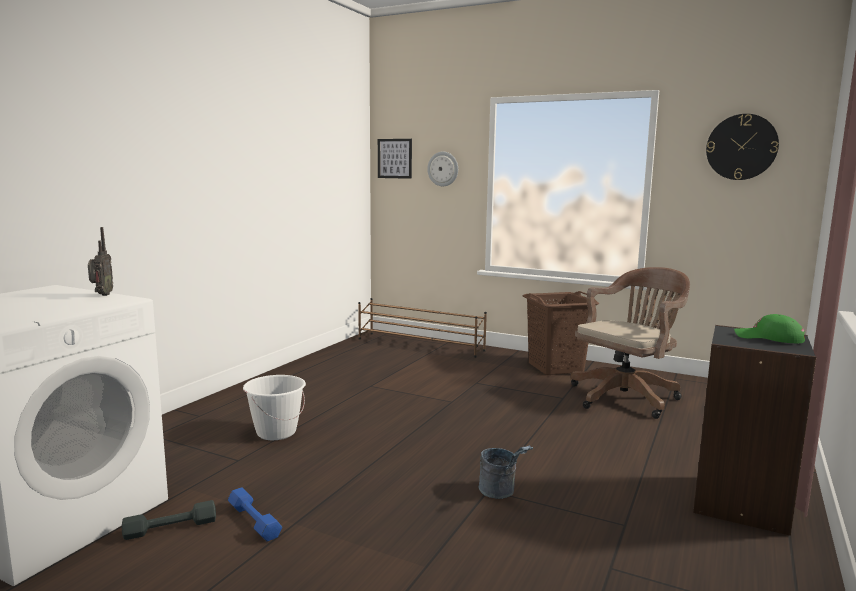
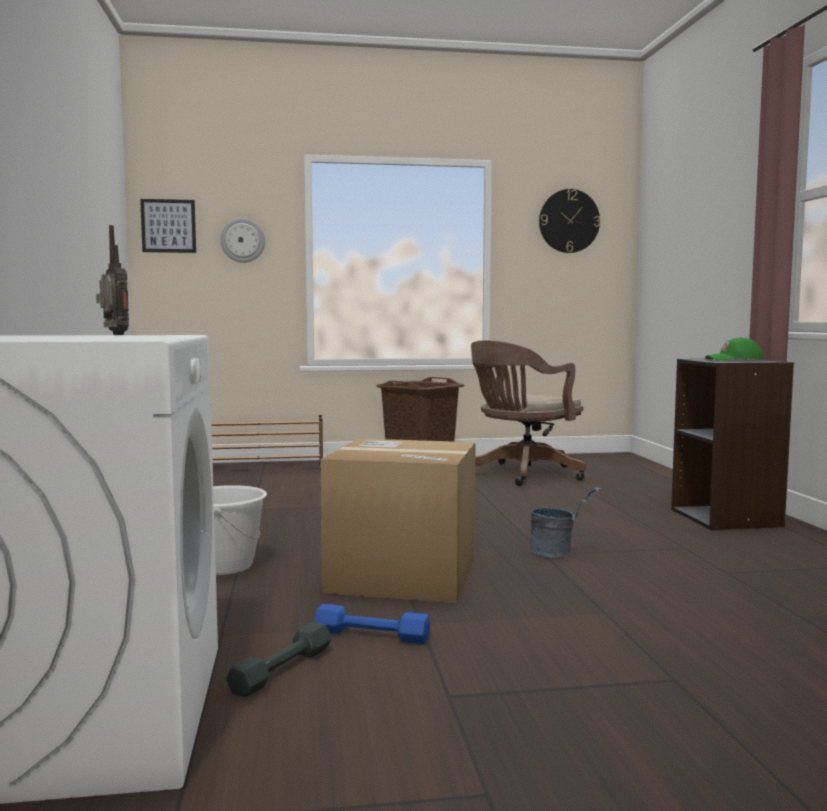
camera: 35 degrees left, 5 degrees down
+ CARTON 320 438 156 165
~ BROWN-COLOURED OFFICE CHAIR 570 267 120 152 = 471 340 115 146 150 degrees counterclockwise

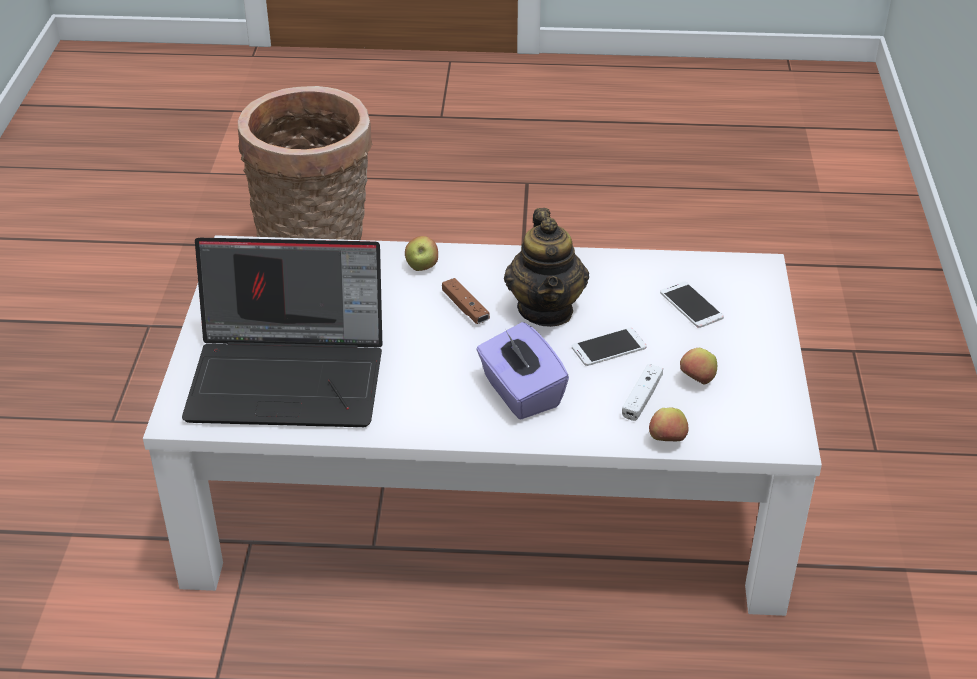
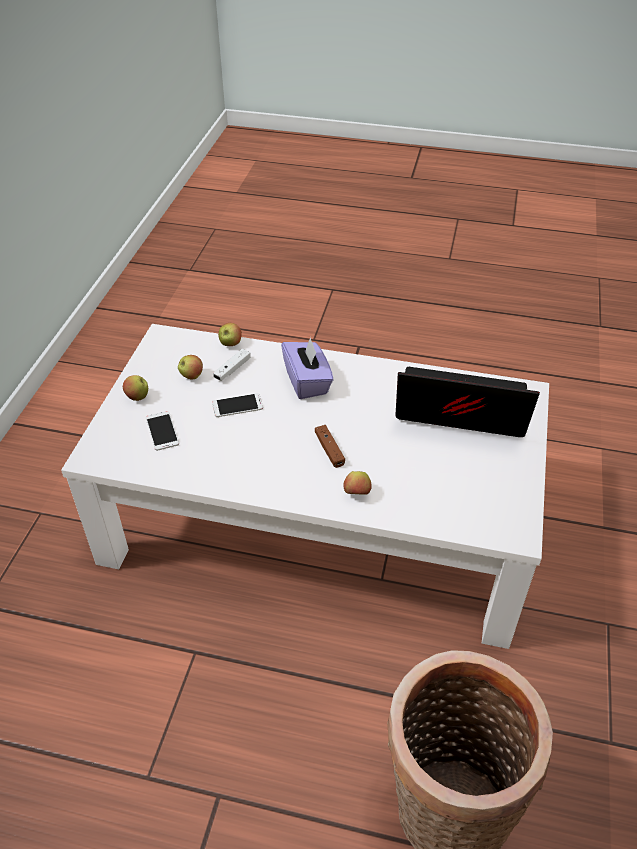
camera: 170 degrees left, 5 degrees up
+ APPLE FRUIT 123 375 25 26
- POT FOR TEA 504 208 85 119

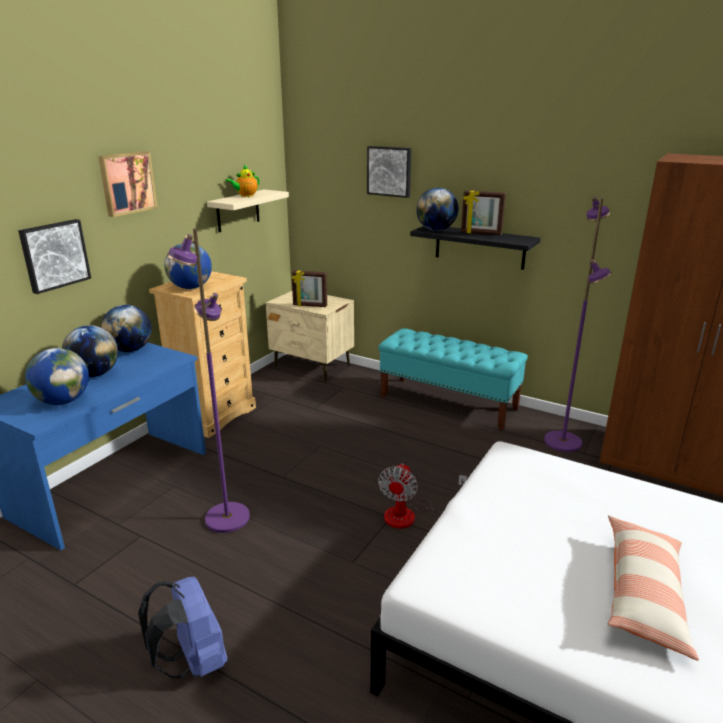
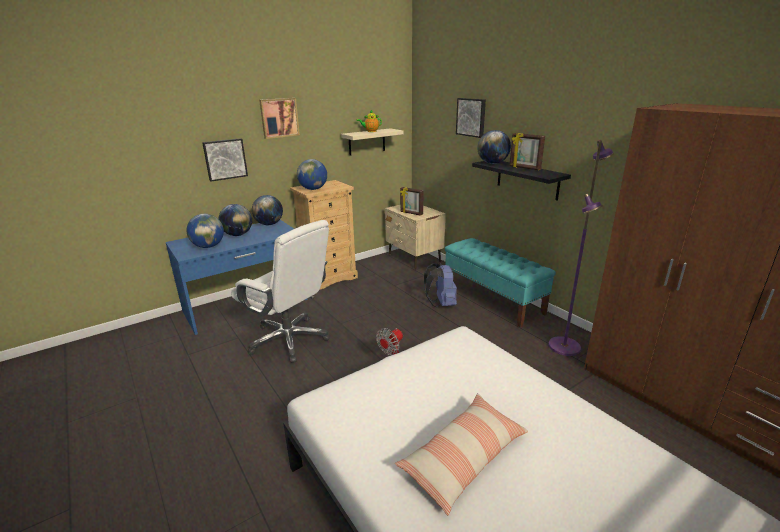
camera: 25 degrees right, 0 degrees up
~ PURPLISH STANDARD LAMP 167 228 83 305 to WHITISH OFFICE CHAIR 231 220 99 143
~ BLUE RUCKSACK 138 576 90 102 to 424 263 33 44

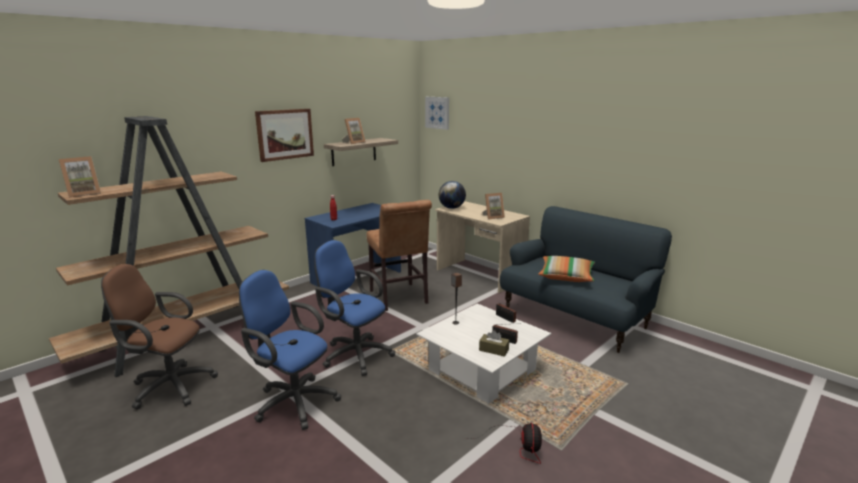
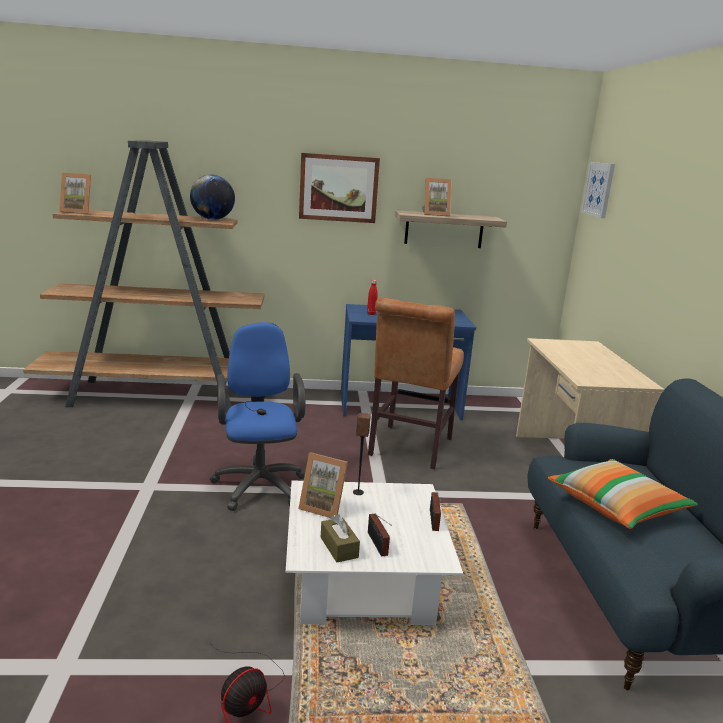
camera: 40 degrees right, 0 degrees up
~ GLOBE 438 181 28 28 to 190 174 45 46
~ STANDING FRAME 482 193 23 27 to 298 452 50 66
- BROWN-COLOURED OFFICE CHAIR 101 264 117 146
- BLUE OFFICE CHAIR 239 270 102 160

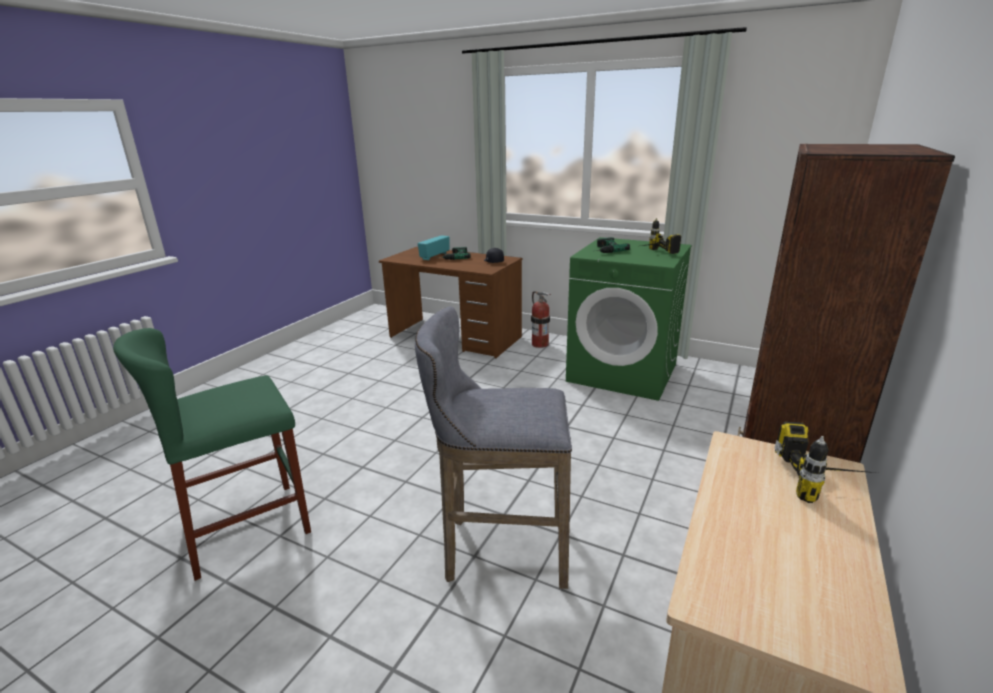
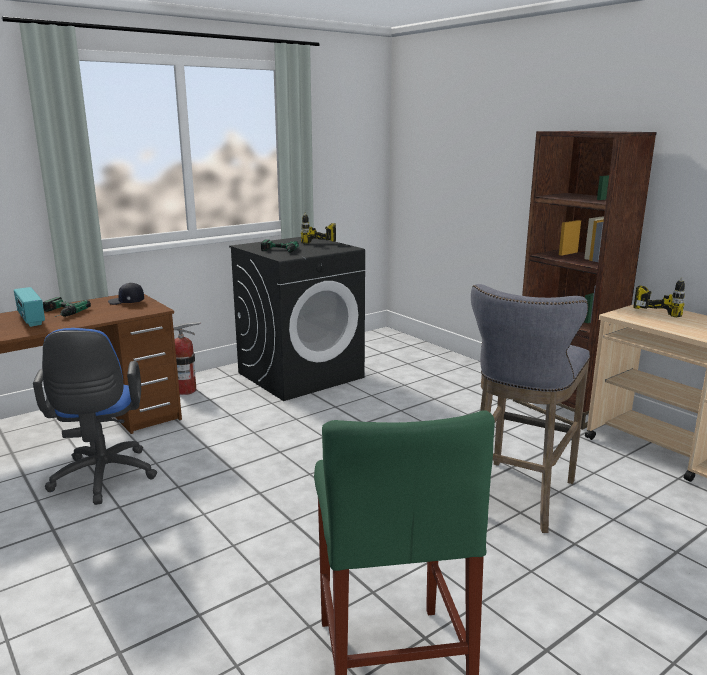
camera: 65 degrees left, 5 degrees down
+ BLUE OFFICE CHAIR 33 328 124 177
~ GREEN-COLOURED LAUNDRY MACHINE 566 237 125 164 to BLACK-COLOURED LAUNDRY MACHINE 229 237 136 164

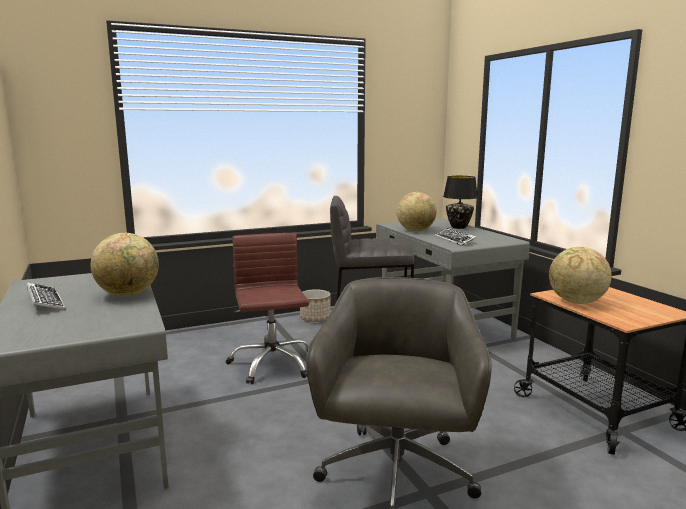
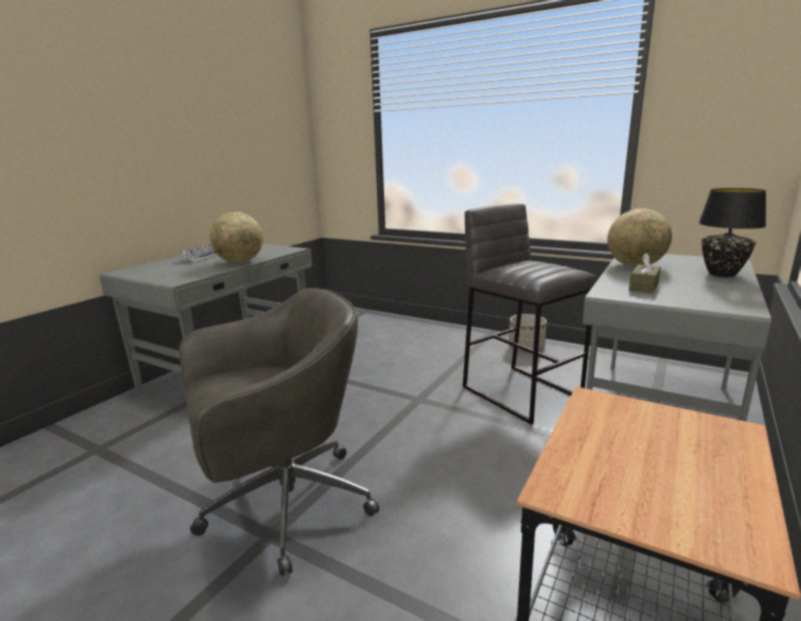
camera: 55 degrees right, 5 degrees up
~ COMPUTER KEYBOARD 435 227 42 19 to BROWN-COLOURED BOX OF TISSUES 629 253 32 40
- BROWN-COLOURED OFFICE CHAIR 225 233 84 151
- GLOBE 549 247 63 57

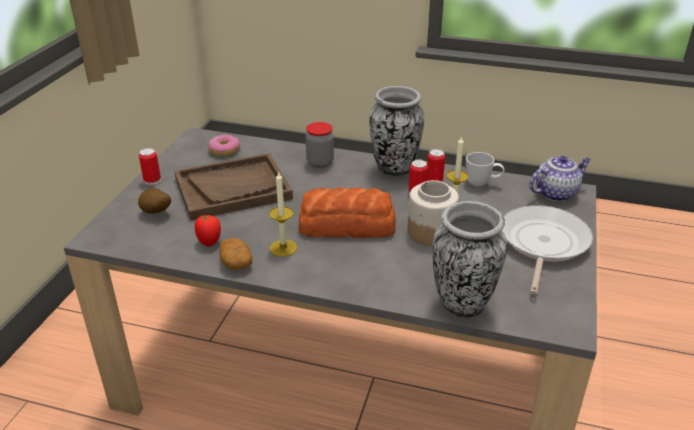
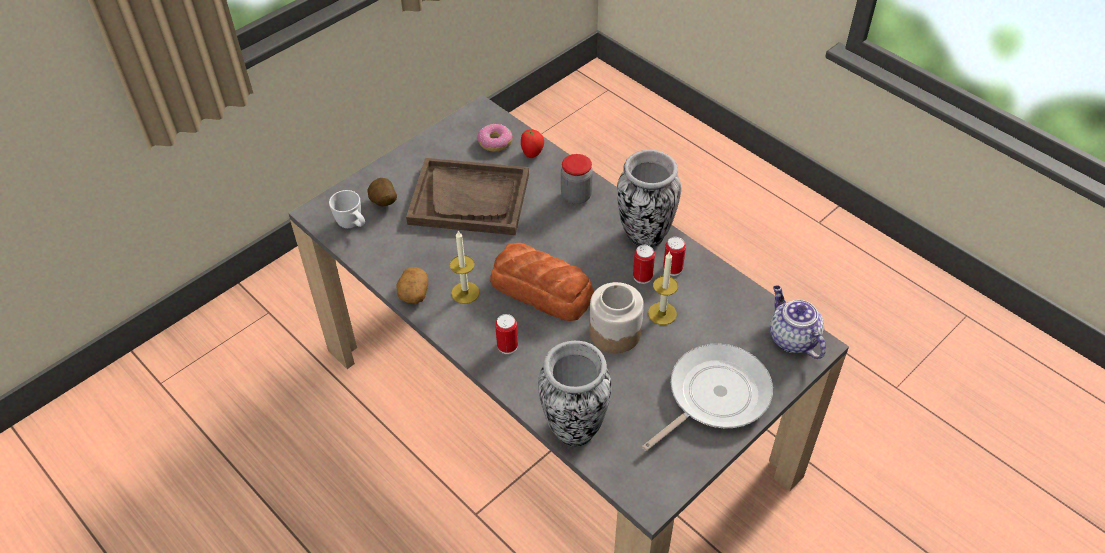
camera: 30 degrees right, 15 degrees up
~ WHITISH TEA MUG 466 152 38 34 to 329 190 36 38
~ METAL CAN 139 148 22 37 to 495 314 23 40
~ WHOLE TOMATO 195 215 26 31 to 521 129 23 29
~ POT FOR TEA 529 156 62 46 = 770 285 56 74 120 degrees counterclockwise

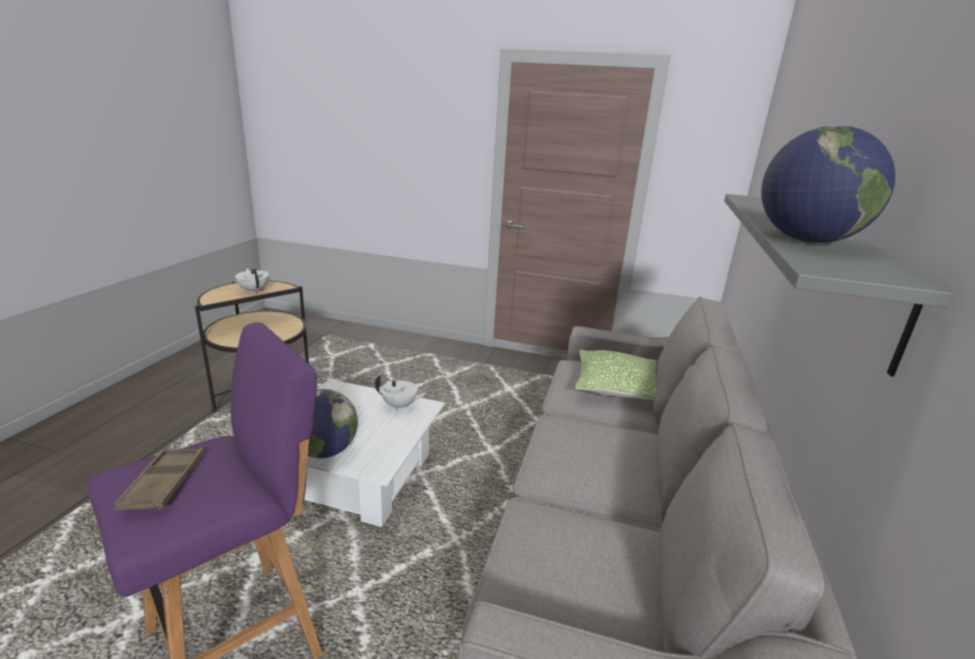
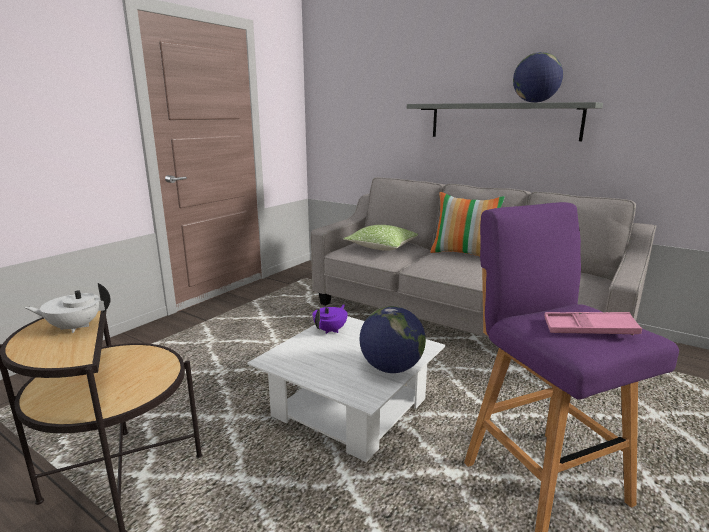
camera: 70 degrees left, 5 degrees down
~ WHITISH POT FOR TEA 375 375 52 36 to PURPLISH POT FOR TEA 312 305 36 29
+ CUSHION 430 192 75 64
~ BROWN-COLOURED CARRYING TRAY 114 448 91 63 to PINKISH CARRYING TRAY 544 312 98 23

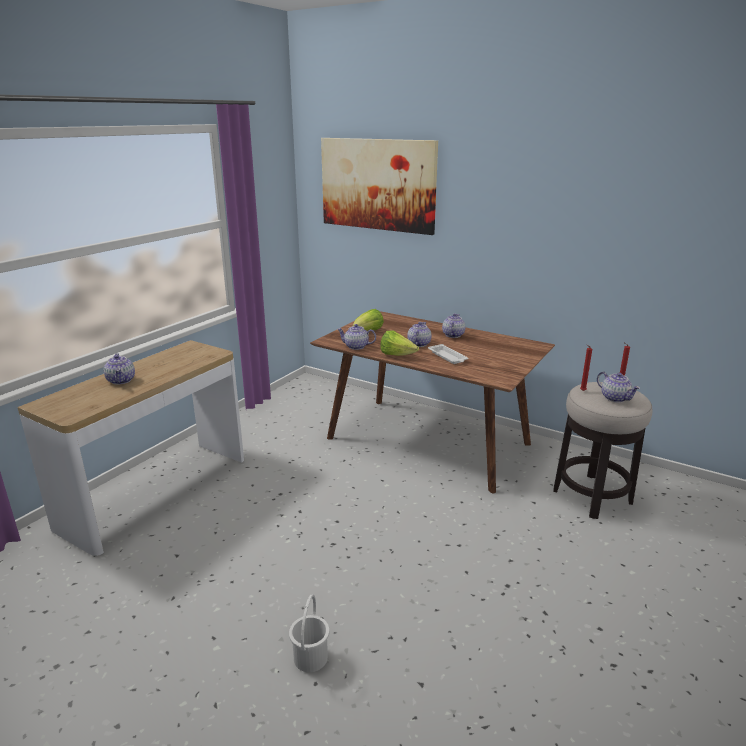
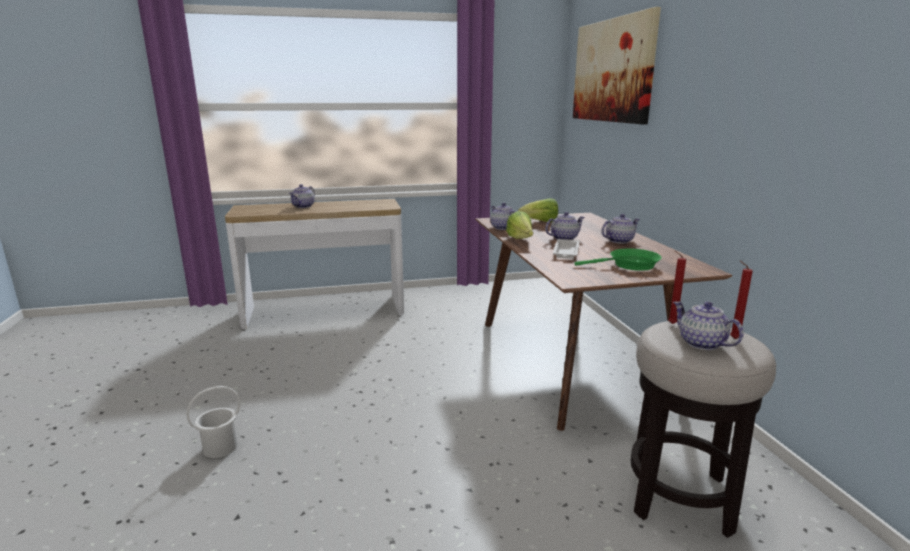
camera: 45 degrees right, 5 degrees down
+ GREEN-COLOURED SKILLET 574 248 88 23
~ POT FOR TEA 597 371 43 31 = 673 301 71 49 135 degrees clockwise

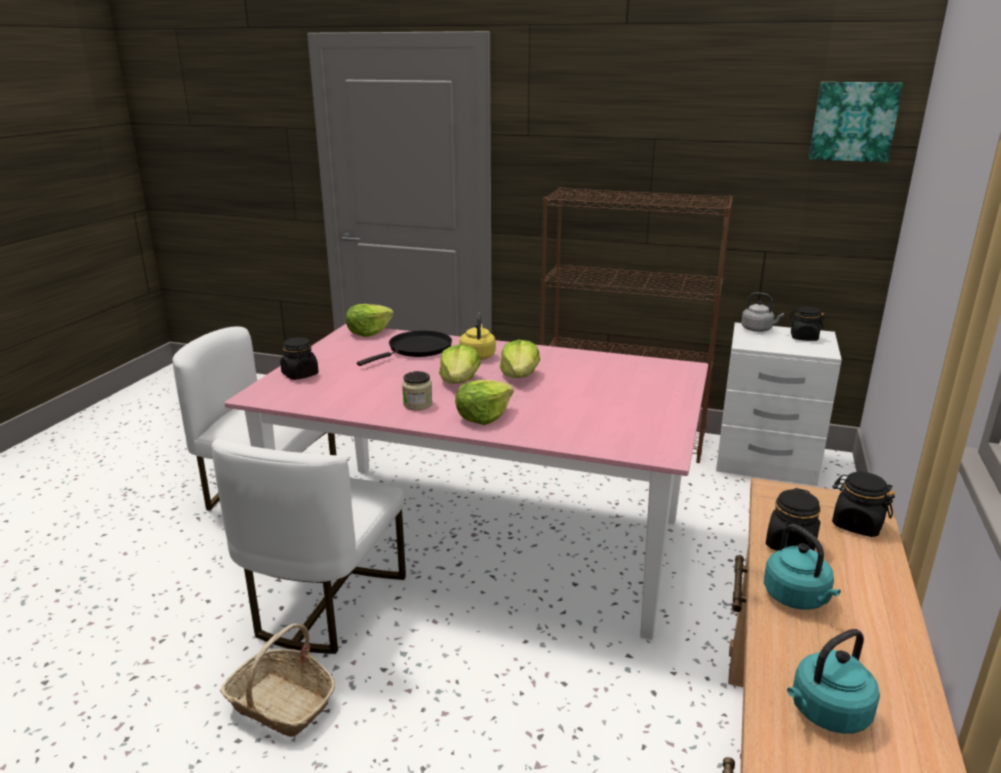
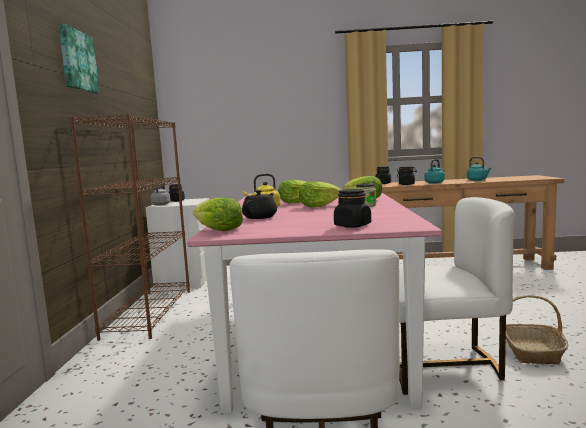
camera: 105 degrees left, 15 degrees down
~ PICTURE 809 82 94 80 to 59 24 41 70
~ BLACK-COLOURED SKILLET 357 331 95 35 to BLACK-COLOURED POT FOR TEA 242 190 35 29

